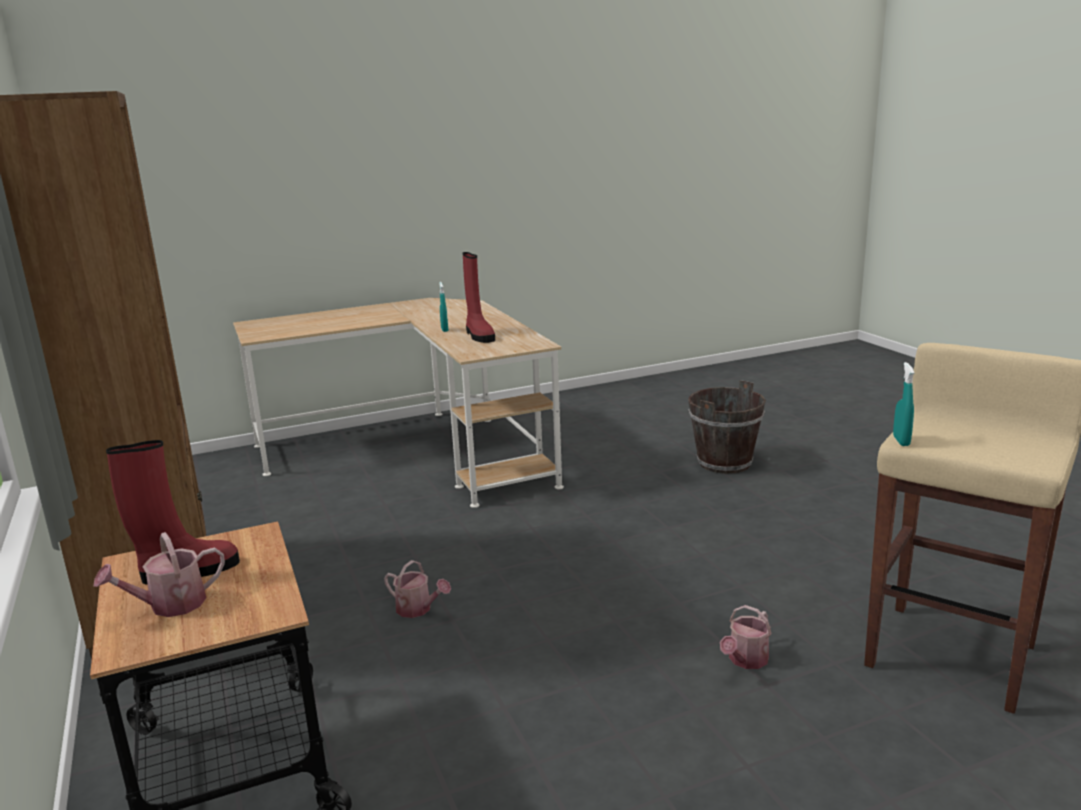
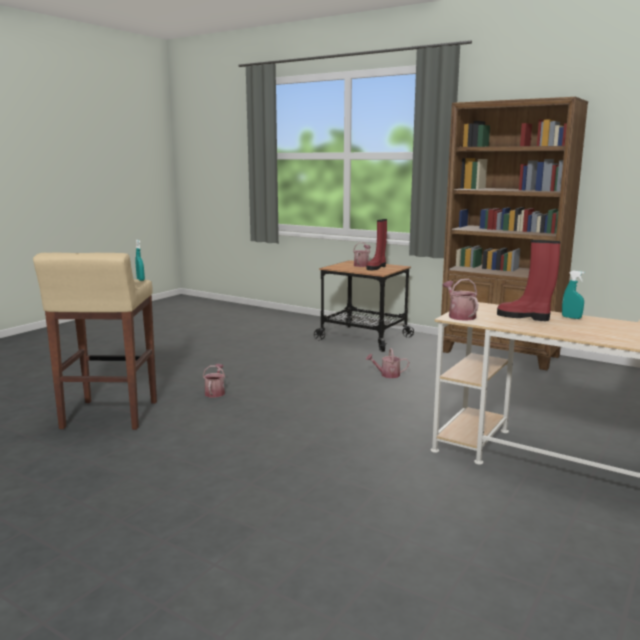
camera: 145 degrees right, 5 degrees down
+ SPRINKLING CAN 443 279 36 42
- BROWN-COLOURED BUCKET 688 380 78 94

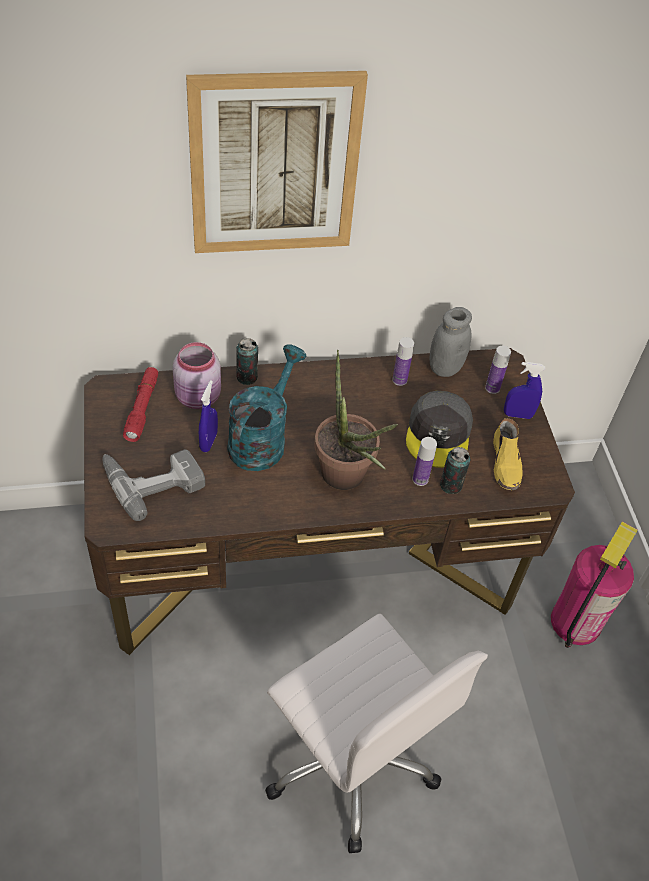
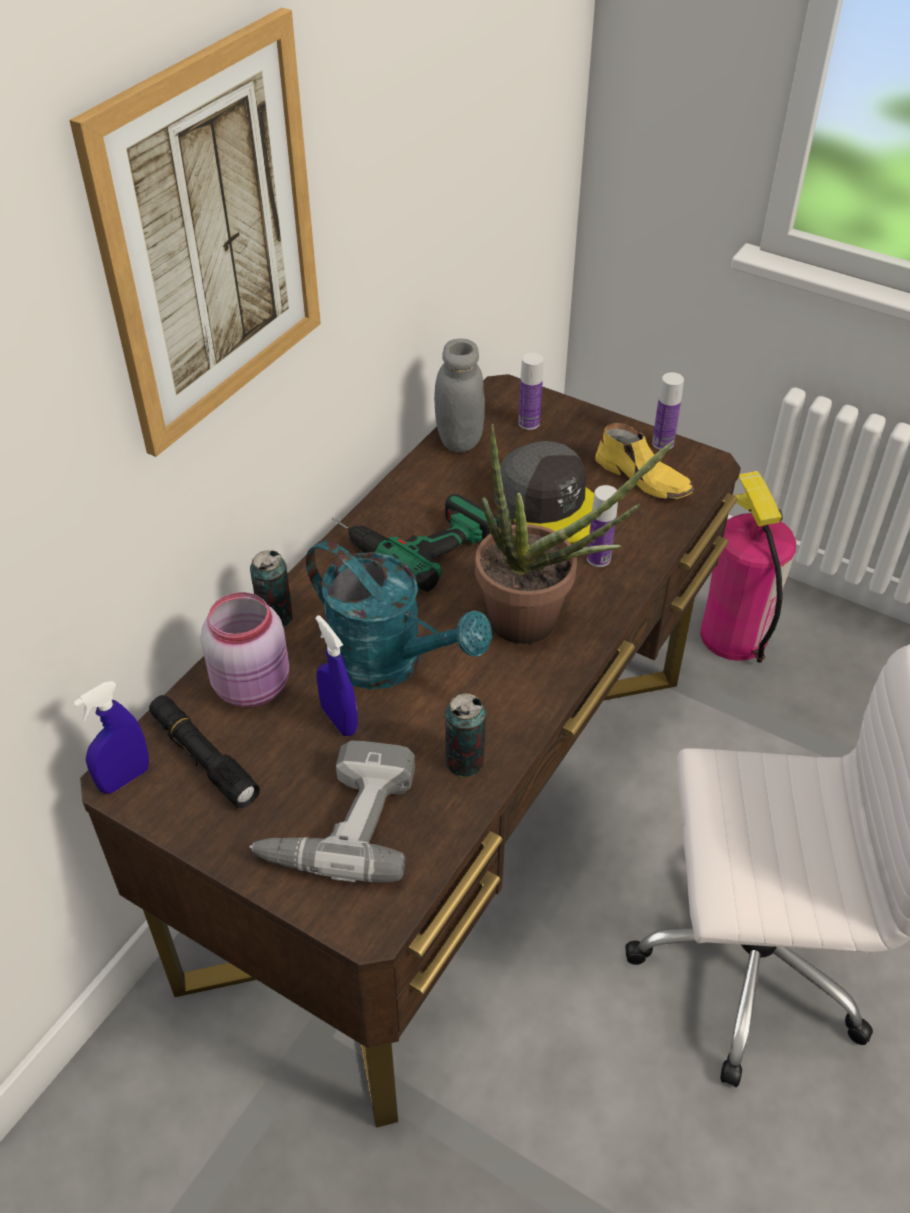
camera: 45 degrees left, 5 degrees down
~ BLUE SPRAY BOTTLE 504 362 41 57 to 73 681 76 113
~ RED HAND TORCH 123 367 35 75 to BLACK-COLOURED HAND TORCH 149 695 111 113
~ TURQUOISE-COLOURED SPRINKLING CAN 227 344 79 127 = 306 540 186 149 150 degrees clockwise
+ DRILL 332 494 167 97
~ METAL CAN 440 447 30 47 to 445 693 41 84
~ DRINK BOTTLE 392 337 22 49 to 652 372 32 78

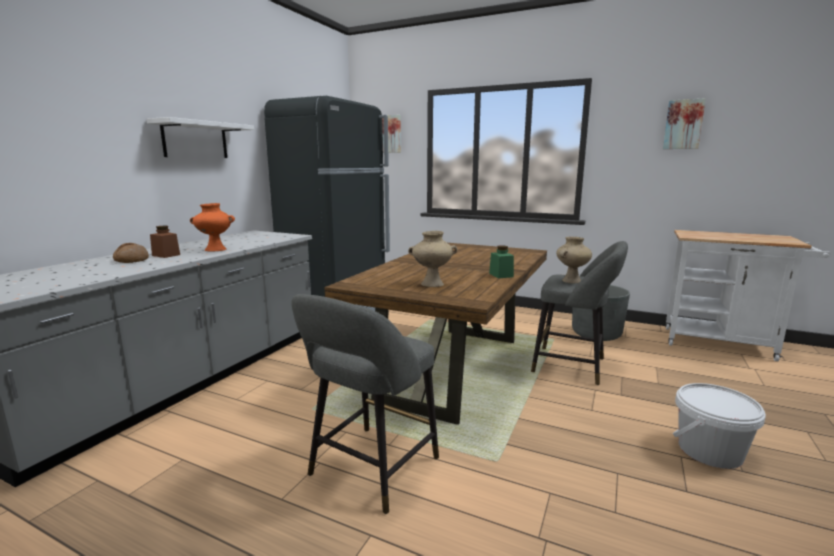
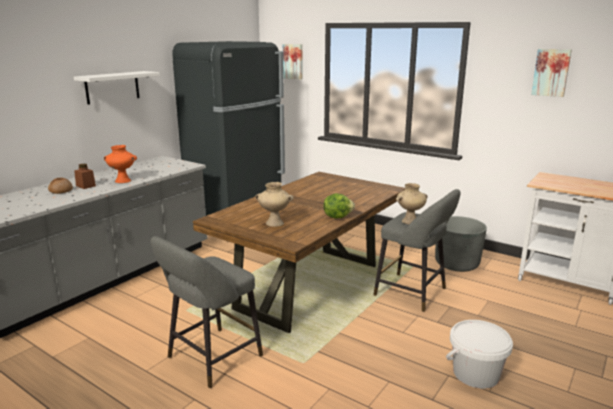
camera: 10 degrees right, 5 degrees up
~ GREEN-COLOURED JAR 489 245 25 33 to HEAD OF LETTUCE 324 193 31 25

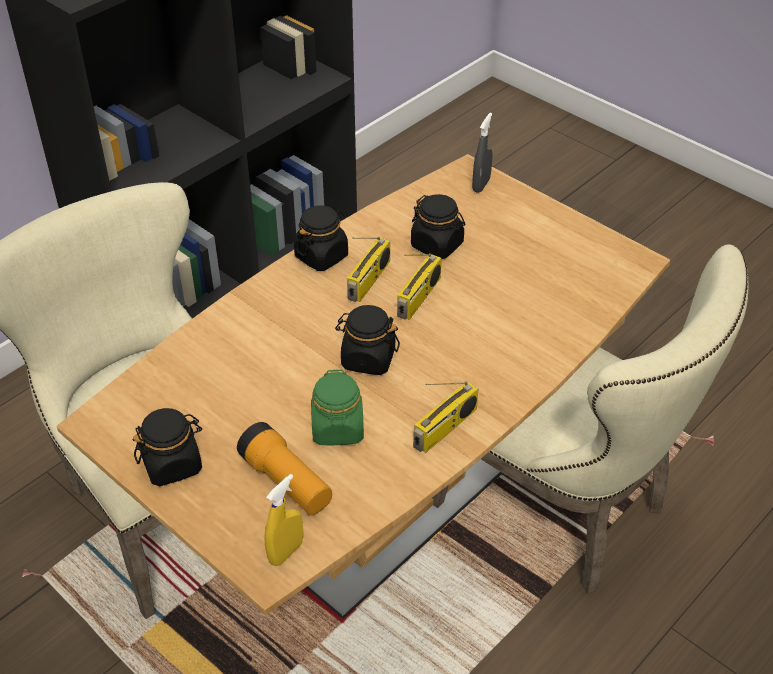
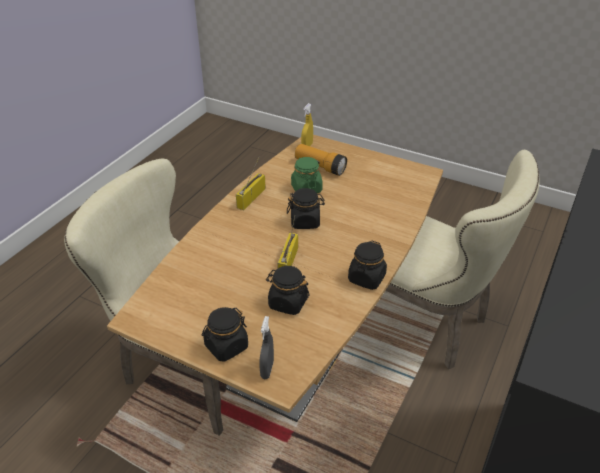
camera: 165 degrees right, 5 degrees down
~ BLACK-COLOURED JAR 133 408 69 78 to 202 307 46 55
- RADIO RECEIVER 347 237 43 65

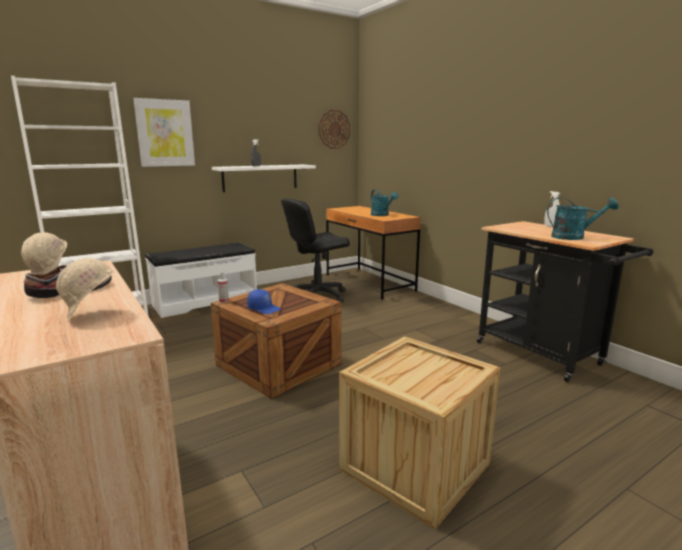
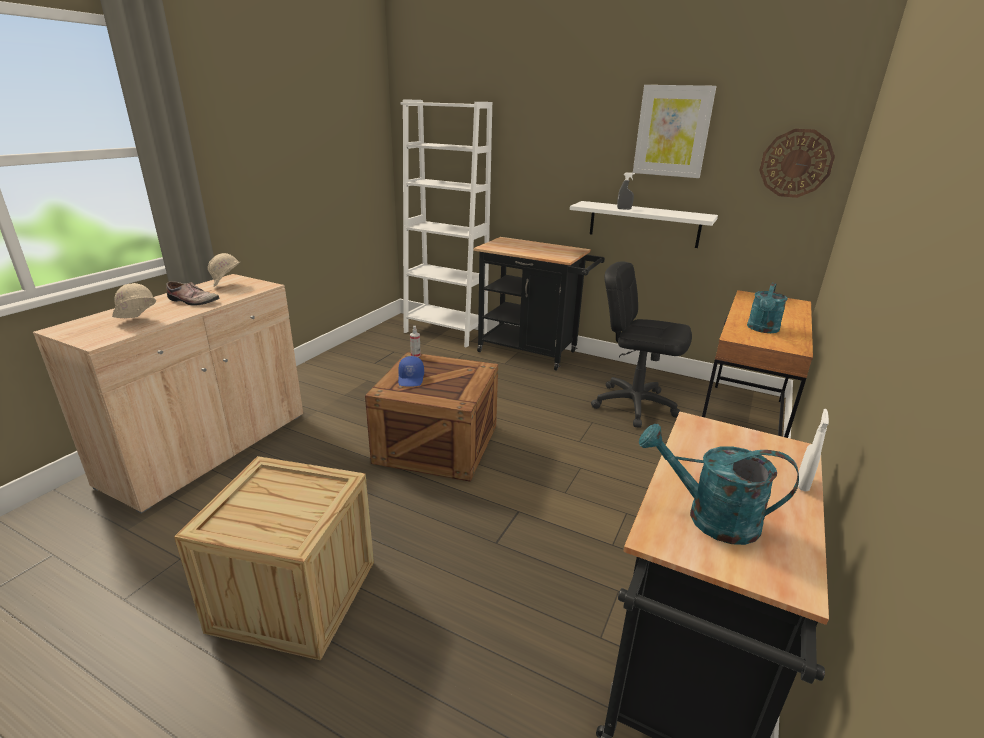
camera: 60 degrees right, 10 degrees up
~ WHITISH LONG SEAT 145 242 112 76 to BLACK-COLOURED WHEELED CART 473 237 132 134
~ PICTURE 133 98 62 69 to 633 85 83 93
~ TURQUOISE-COLOURED SPRINKLING CAN 547 198 72 42 = 639 424 160 121 135 degrees clockwise

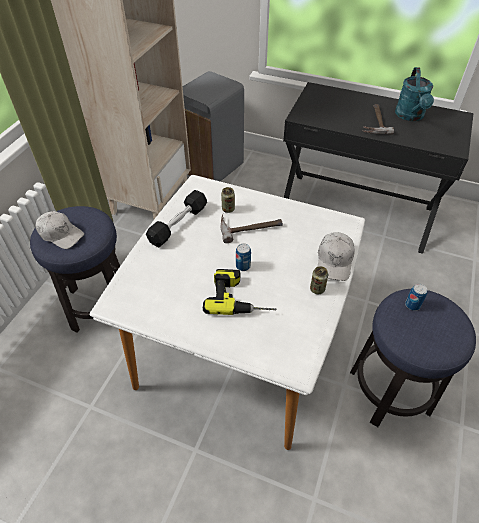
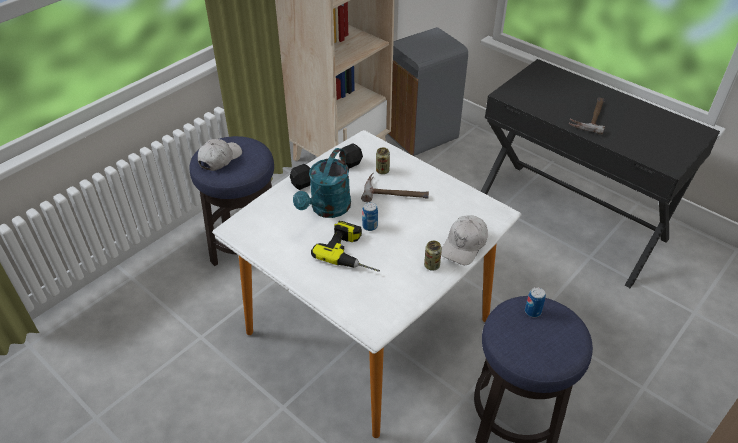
camera: 20 degrees right, 5 degrees down
~ WHITISH CAP 36 211 48 38 = 198 139 44 32 105 degrees counterclockwise
~ TURQUOISE-COLOURED SPRINKLING CAN 395 67 39 54 to 293 148 58 70

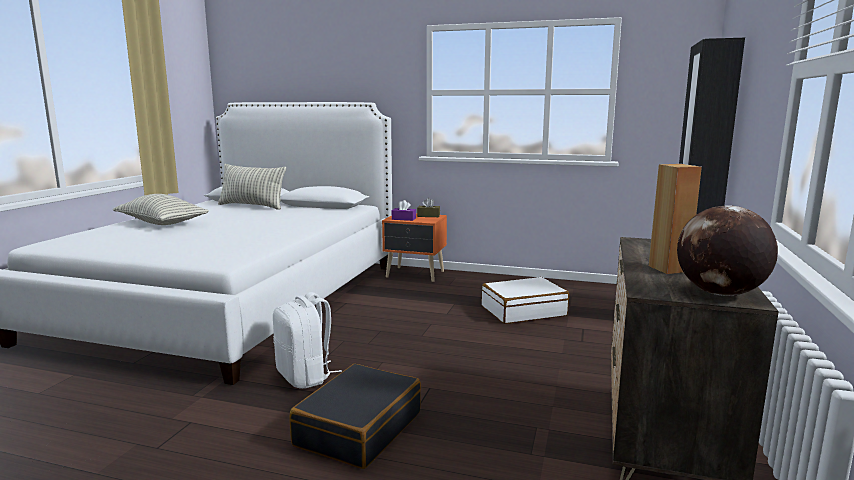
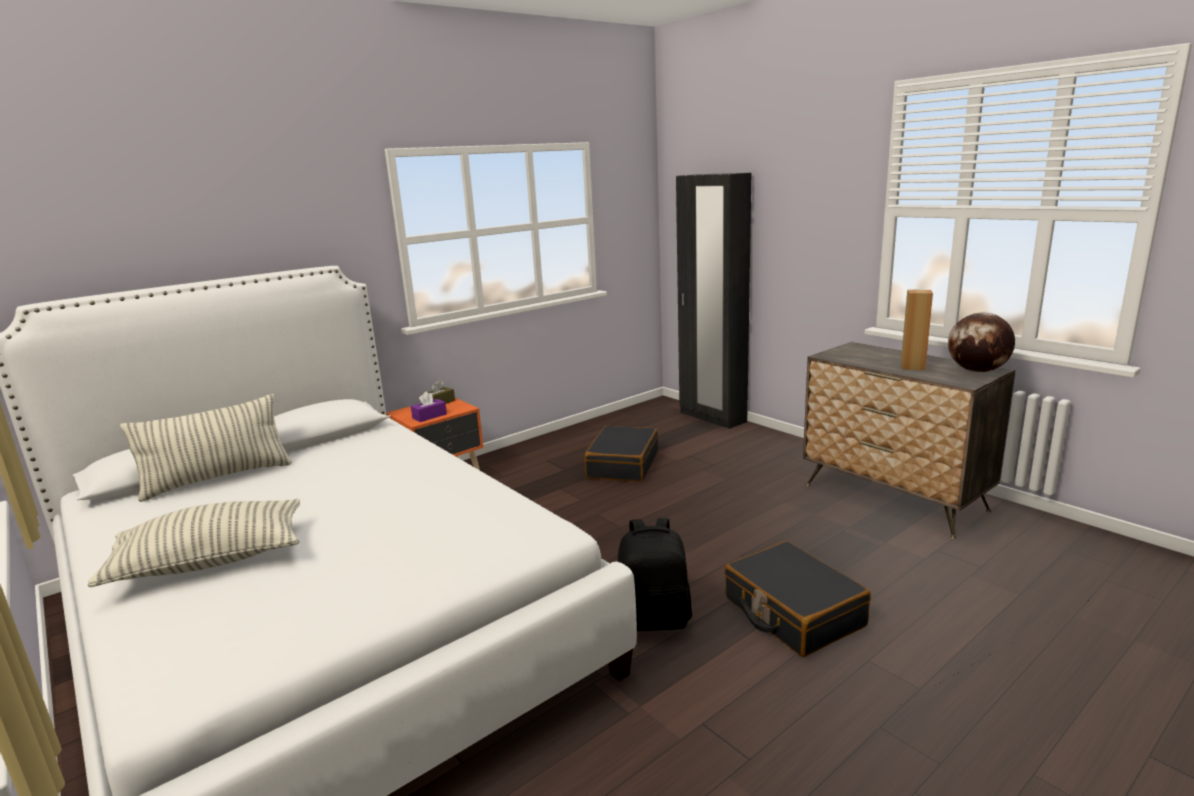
camera: 55 degrees left, 5 degrees up
~ WHITISH PIECE OF LUGGAGE 482 277 87 47 to BLACK-COLOURED PIECE OF LUGGAGE 584 426 74 56
~ WHITISH RUCKSACK 273 292 69 97 to BLACK-COLOURED RUCKSACK 618 518 74 113

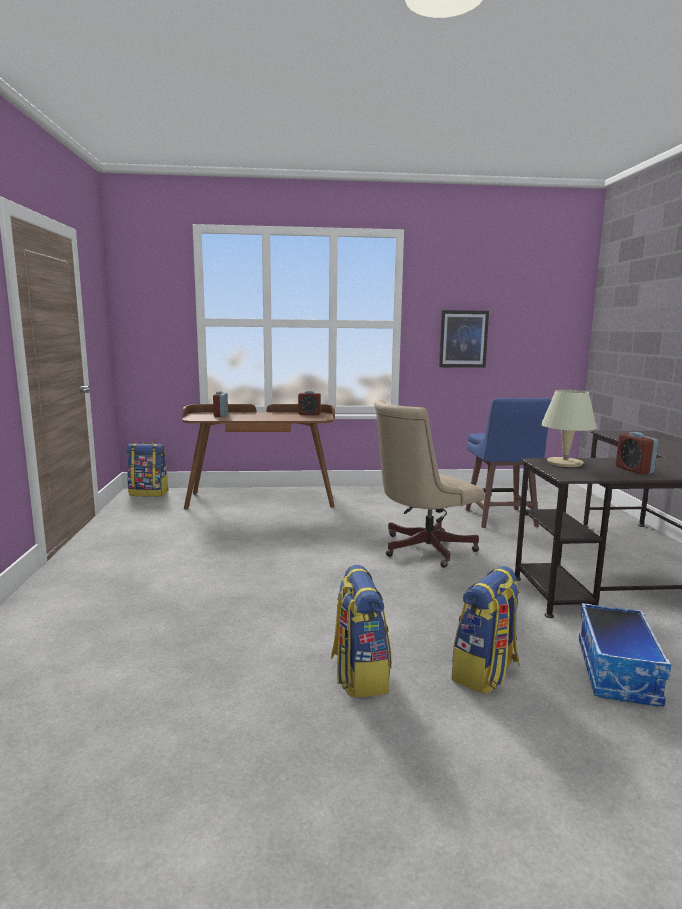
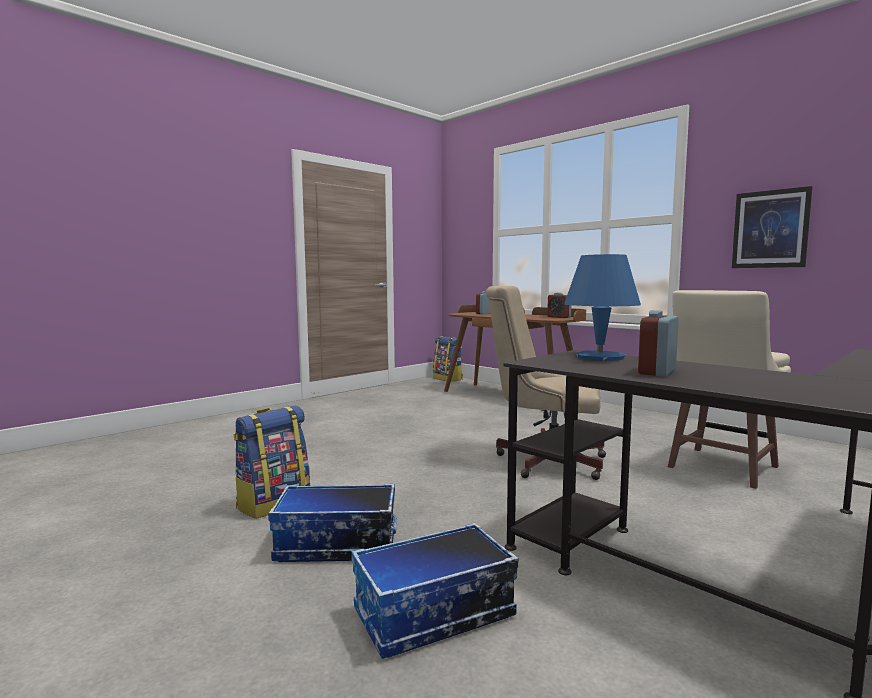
camera: 50 degrees right, 5 degrees down
~ RUCKSACK 452 566 68 128 to STORAGE BOX 268 484 129 78
~ BEIGE TABLE LAMP 541 390 56 77 to BLUE TABLE LAMP 564 254 77 107
~ BLUE STOOL 465 398 87 130 to BEIGE STOOL 668 290 123 199

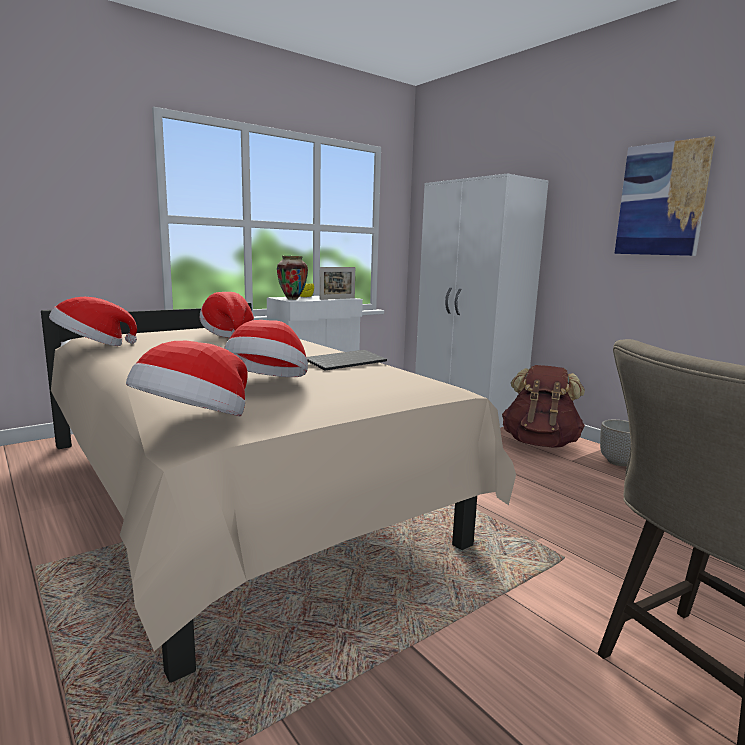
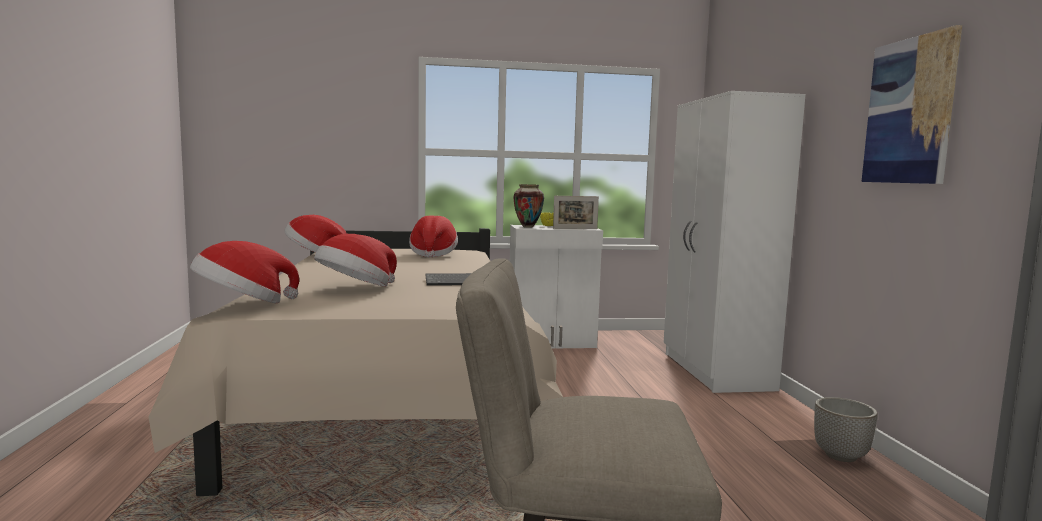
camera: 30 degrees right, 5 degrees down
- BROWN-COLOURED RUCKSACK 502 365 83 83

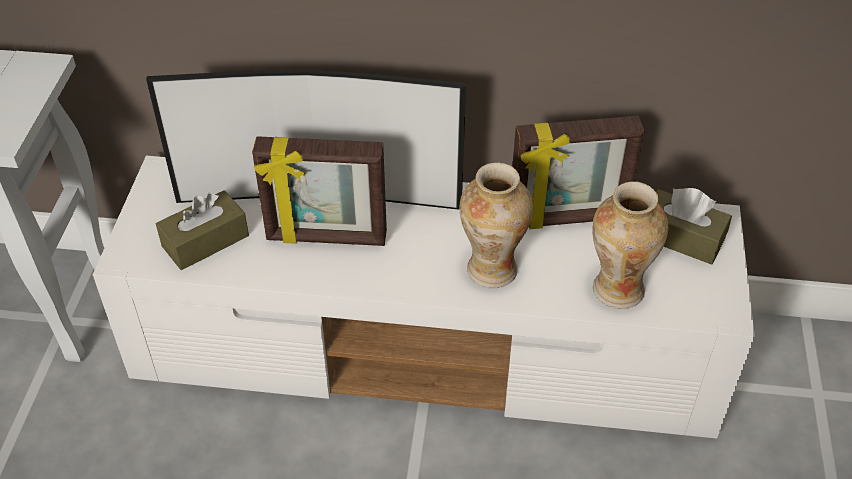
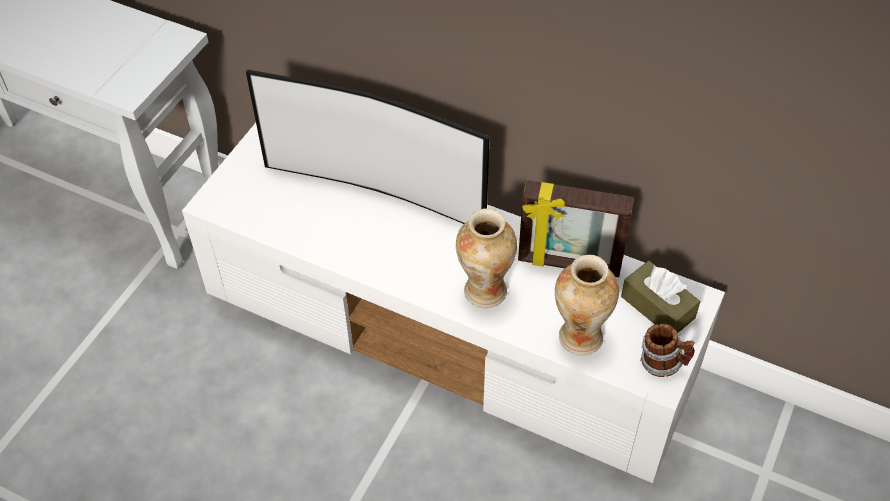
camera: 20 degrees right, 5 degrees up
+ TEA MUG 640 324 55 53
- BROWN-COLOURED BOX OF TISSUES 156 190 93 80
- STANDING FRAME 252 136 135 110

